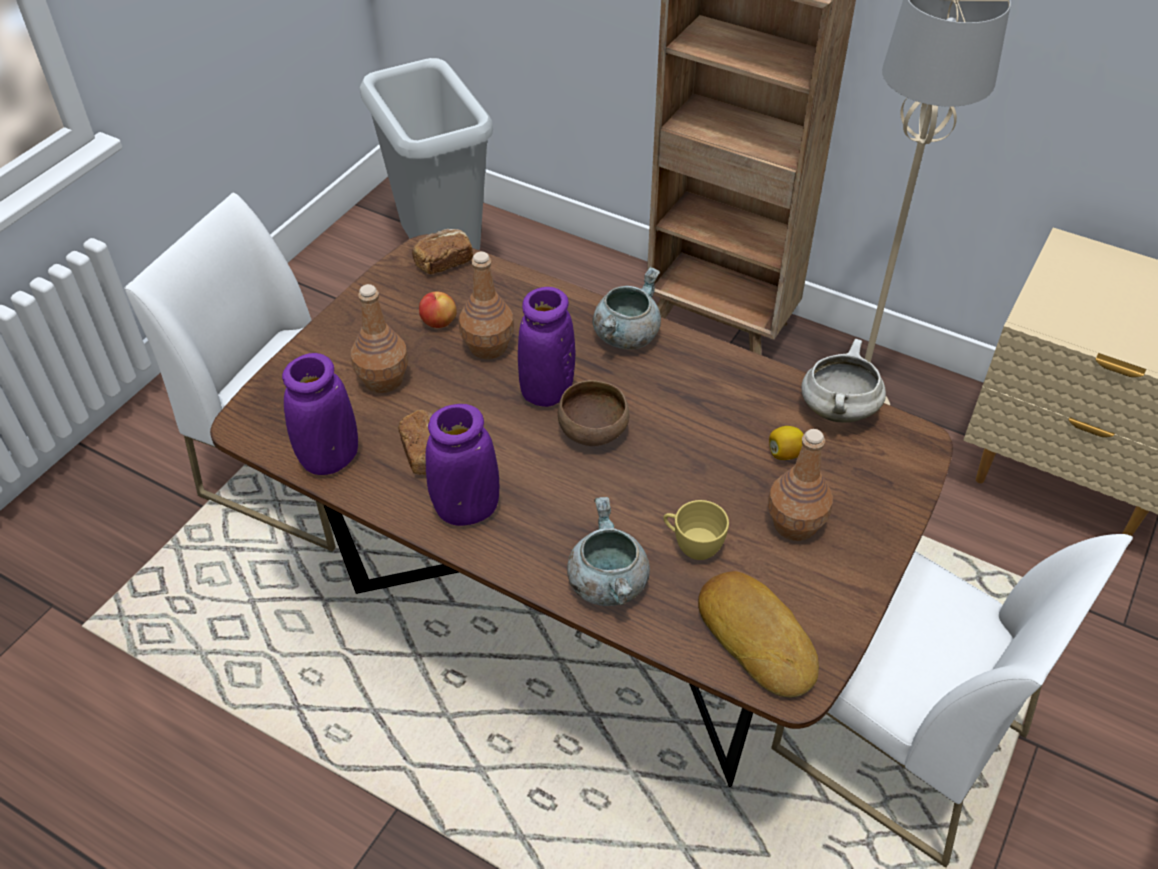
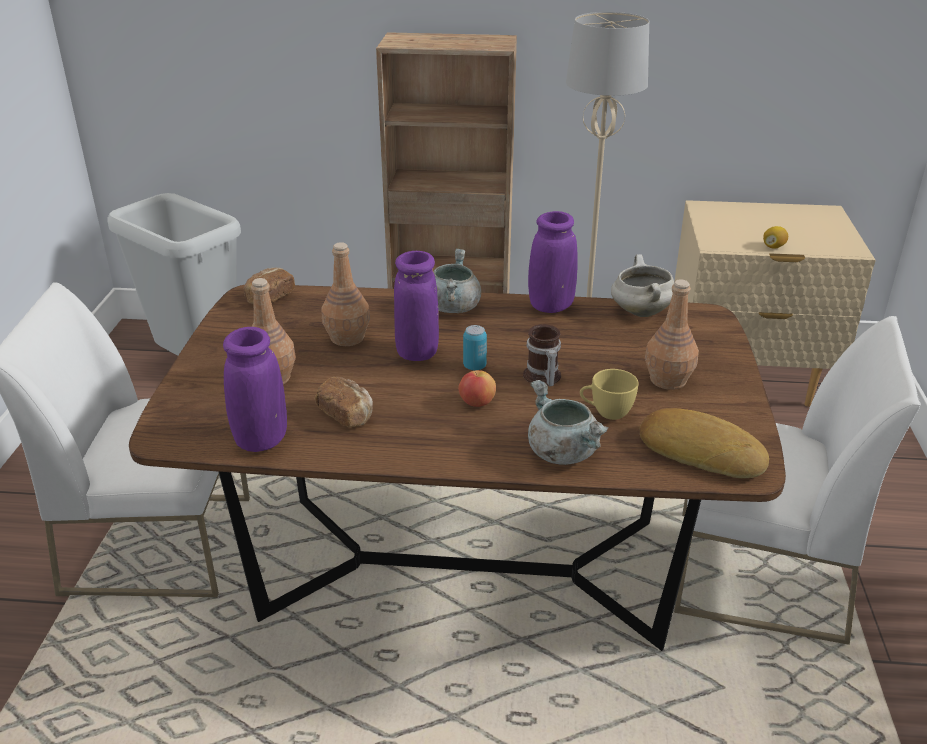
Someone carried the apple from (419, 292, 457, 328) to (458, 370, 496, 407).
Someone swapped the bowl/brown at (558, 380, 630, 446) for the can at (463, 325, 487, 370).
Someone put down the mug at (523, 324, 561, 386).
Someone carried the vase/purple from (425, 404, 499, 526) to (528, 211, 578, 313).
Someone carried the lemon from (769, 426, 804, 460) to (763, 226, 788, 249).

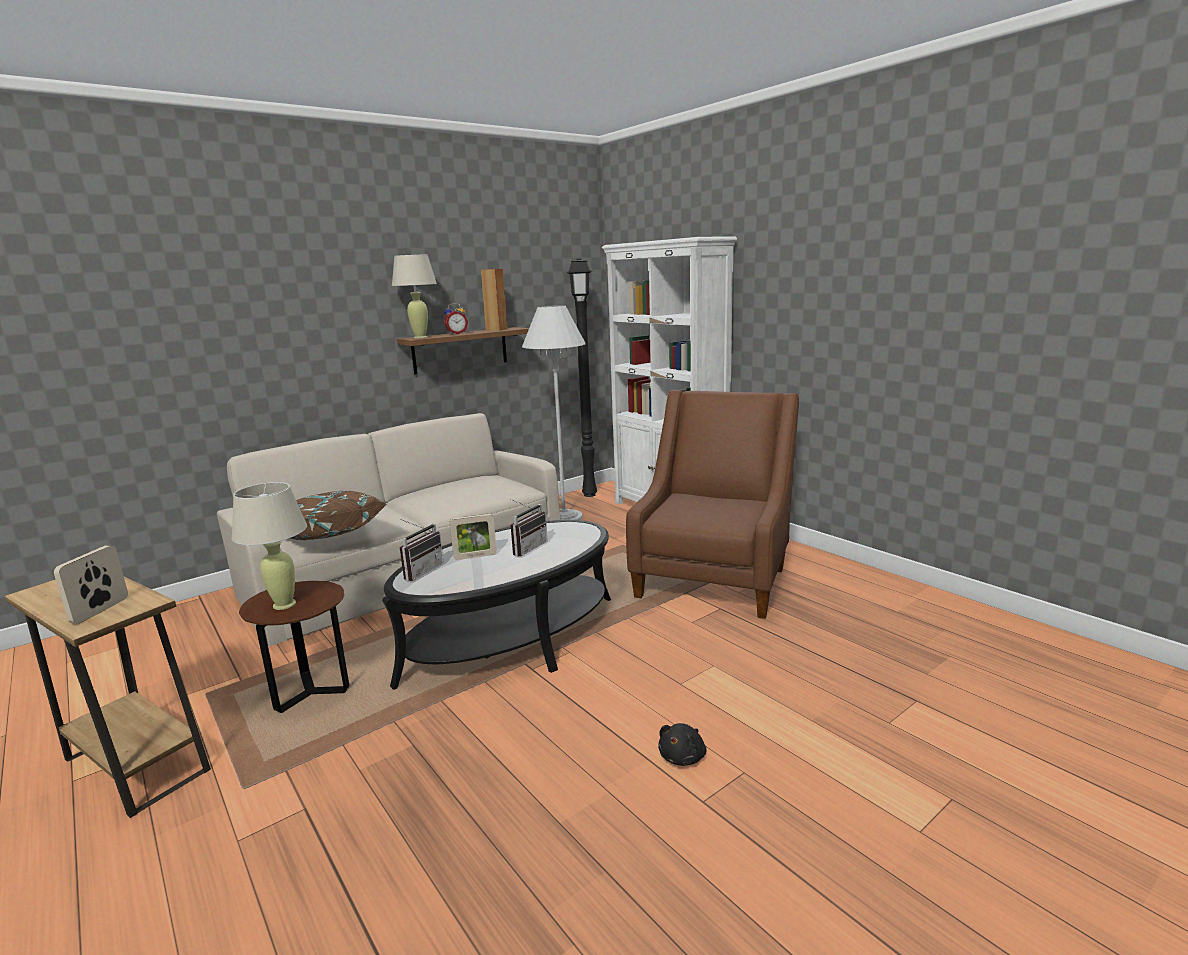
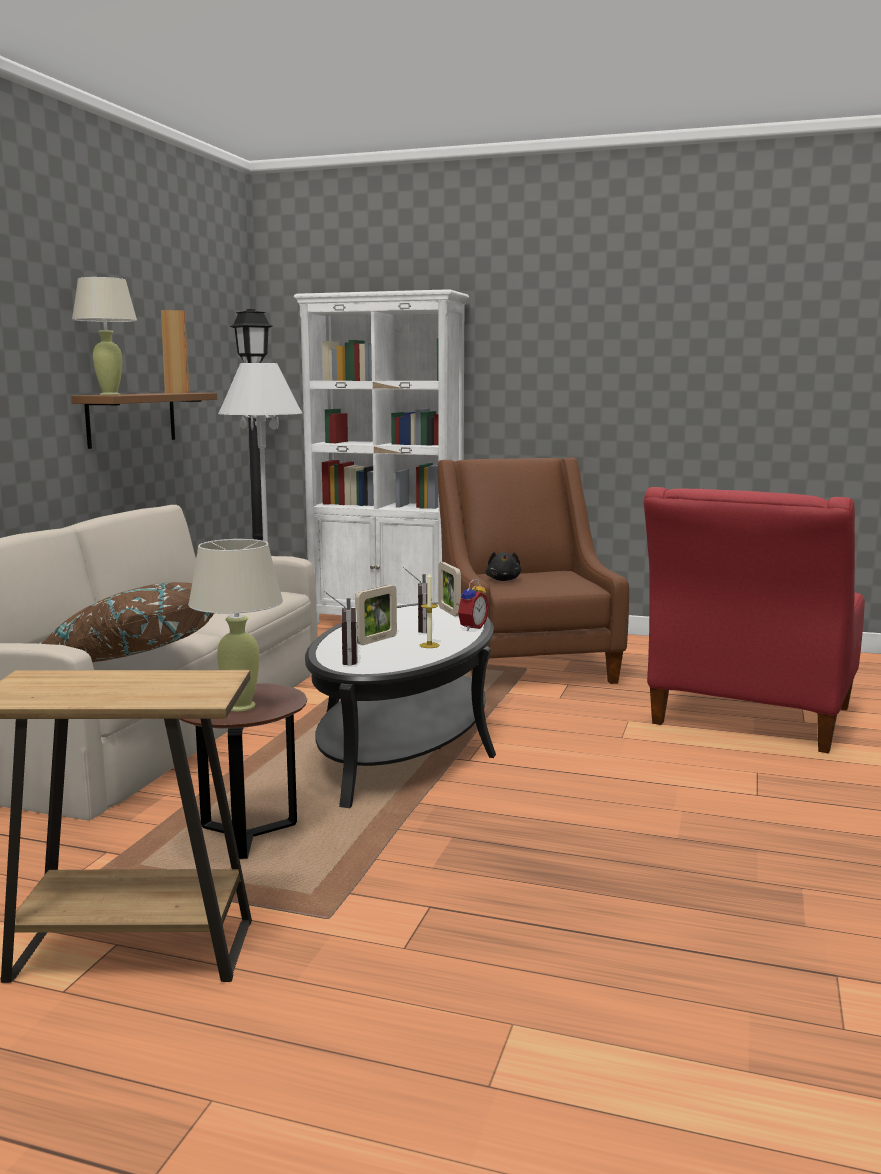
Someone put down the candle at (420, 573, 440, 648).
Someone carried the picture frame from (54, 545, 128, 624) to (439, 562, 461, 616).
Someone carried the alarm clock from (444, 303, 468, 334) to (457, 579, 489, 631).
Someone carried the plush toy/black from (658, 723, 706, 766) to (486, 552, 521, 581).
Someone put down the armchair/red at (644, 487, 865, 753).

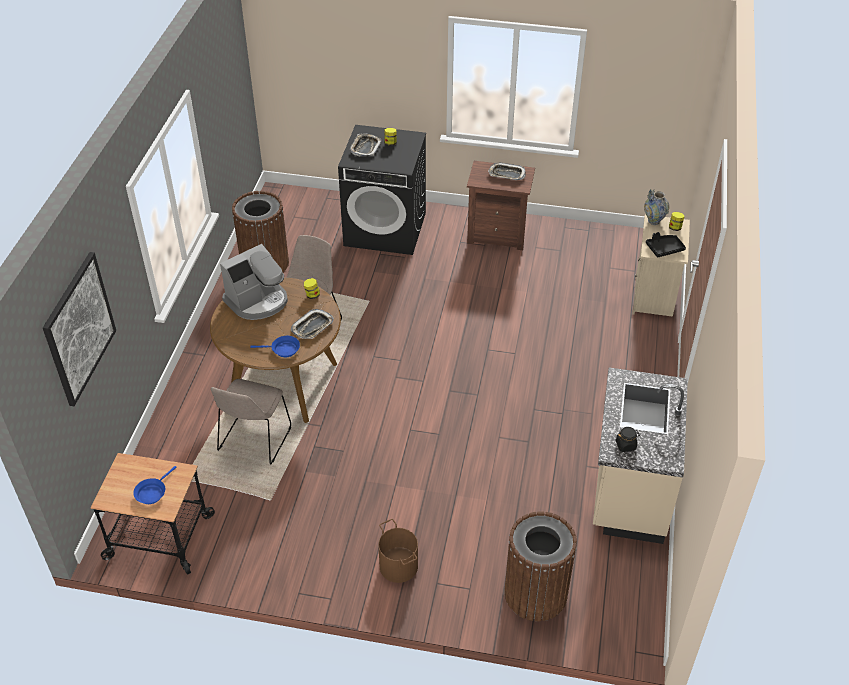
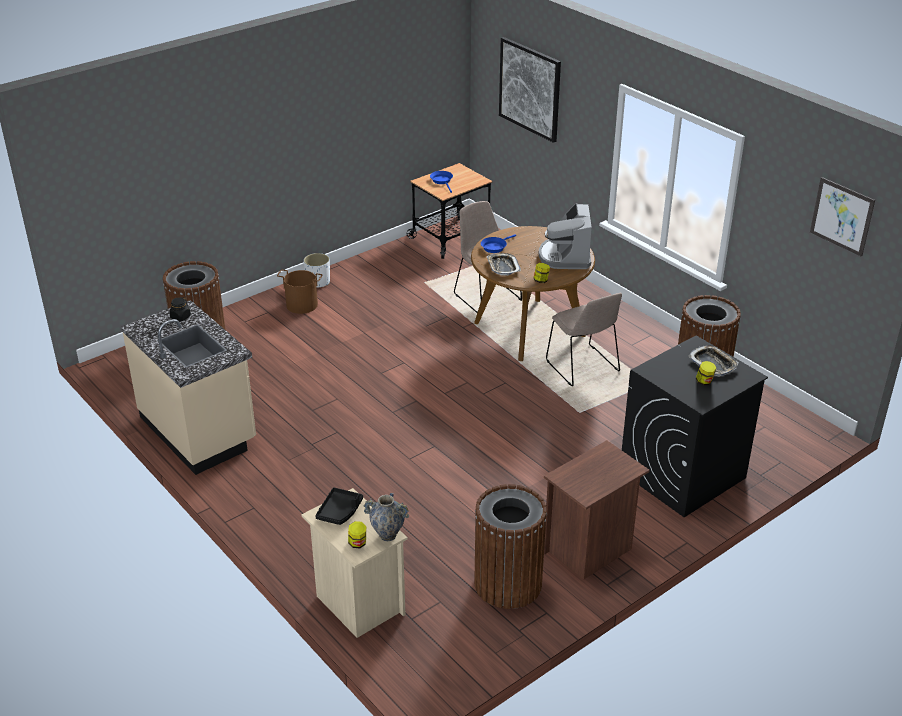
Someone put down the planter/white at (303, 253, 330, 288).
Someone put down the trash can/brown at (474, 484, 547, 609).
Someone put up the picture at (810, 177, 875, 257).
Someone took away the tray at (488, 162, 526, 180).

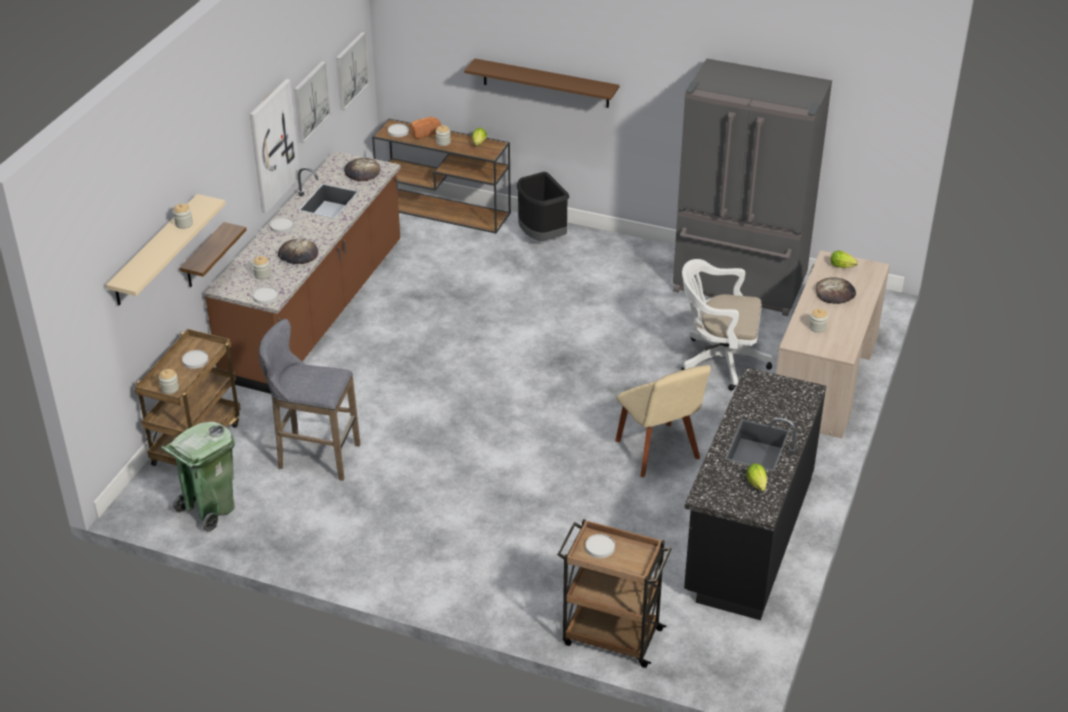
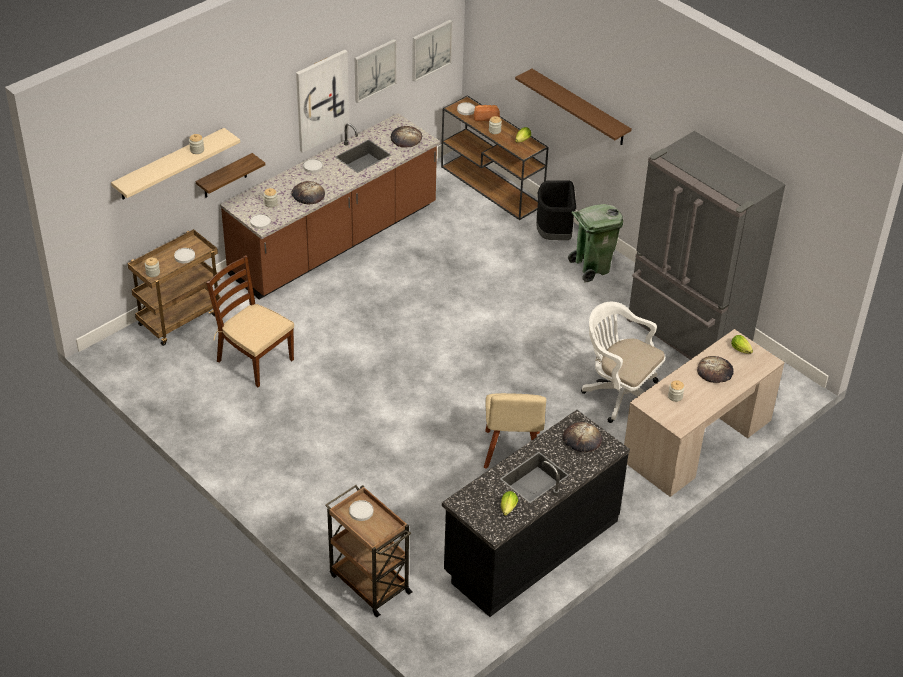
Someone swapped the stool/grey at (259, 319, 361, 481) for the chair/brown at (206, 255, 294, 387).
Someone put down the bread at (563, 422, 602, 452).
Someone carried the trash can/green from (161, 422, 235, 533) to (568, 204, 623, 282).

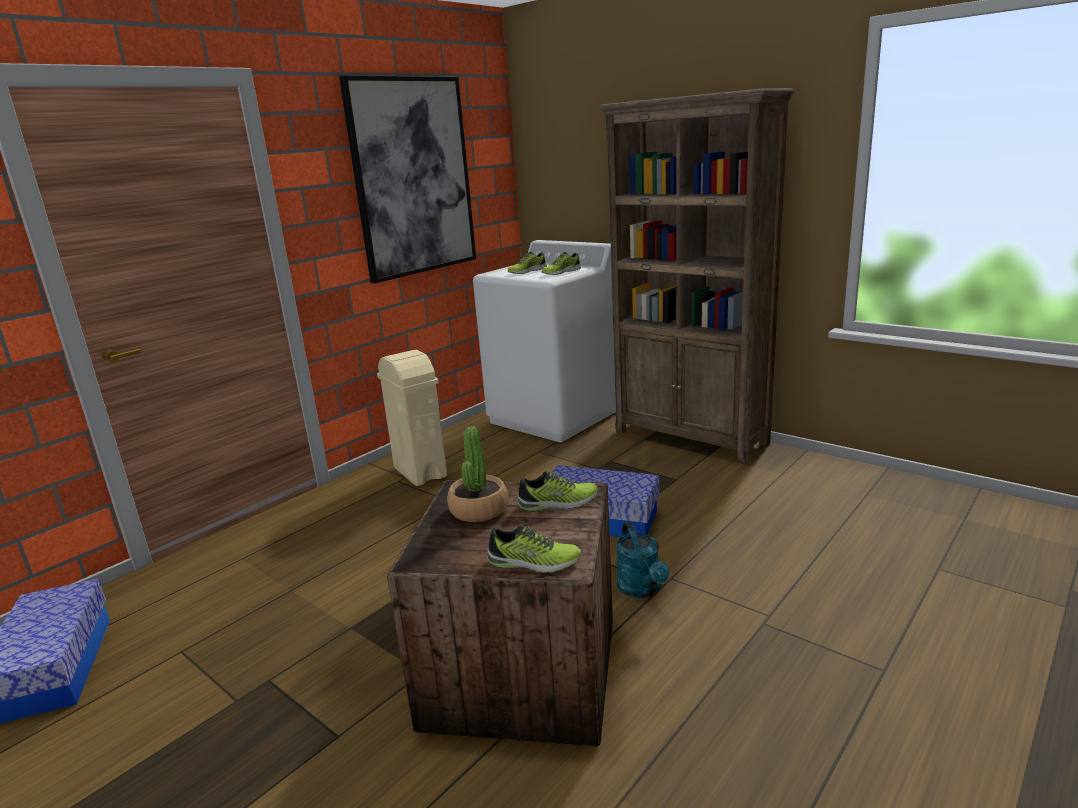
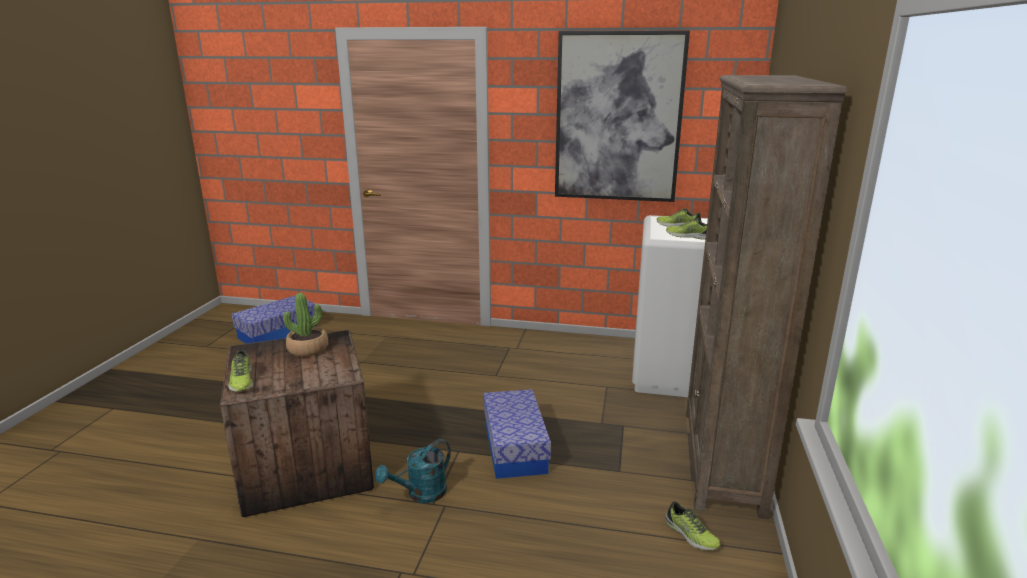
Someone carried the shoe from (517, 471, 598, 512) to (665, 502, 721, 550).
Someone took away the trash can/beige at (377, 350, 447, 486).

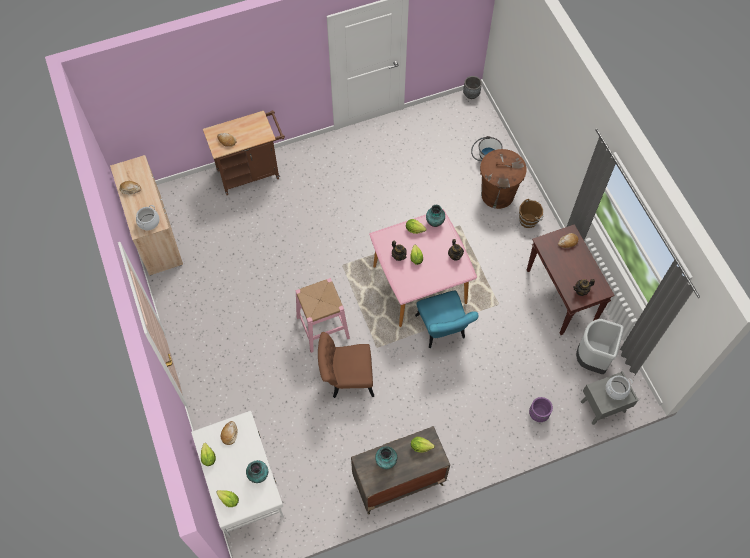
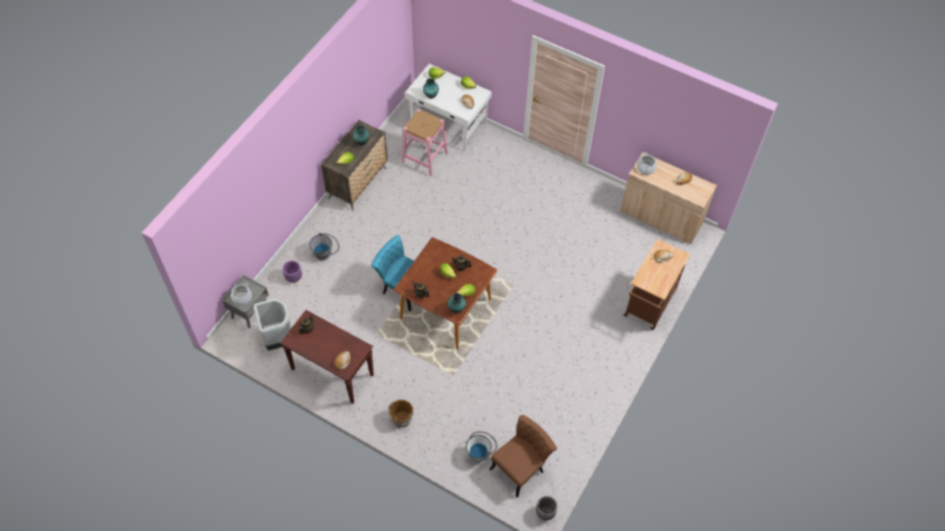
Someone put down the bucket/grey at (309, 233, 339, 260).
Someone repainted the dining table/pink at (369, 209, 477, 327), which became the dining table/brown at (393, 237, 497, 349).
Someone carried the stool/pink from (296, 278, 350, 353) to (402, 109, 448, 176).
Someone carried the chair/brown from (318, 332, 374, 398) to (489, 415, 557, 498).
Someone took away the trash can/brown at (480, 149, 527, 209).

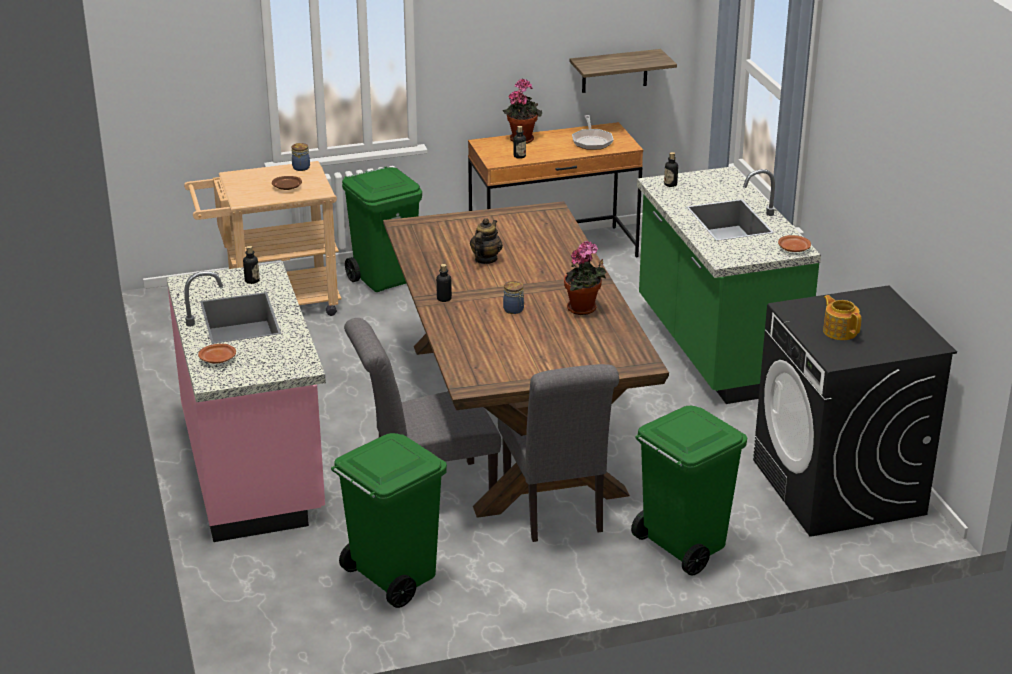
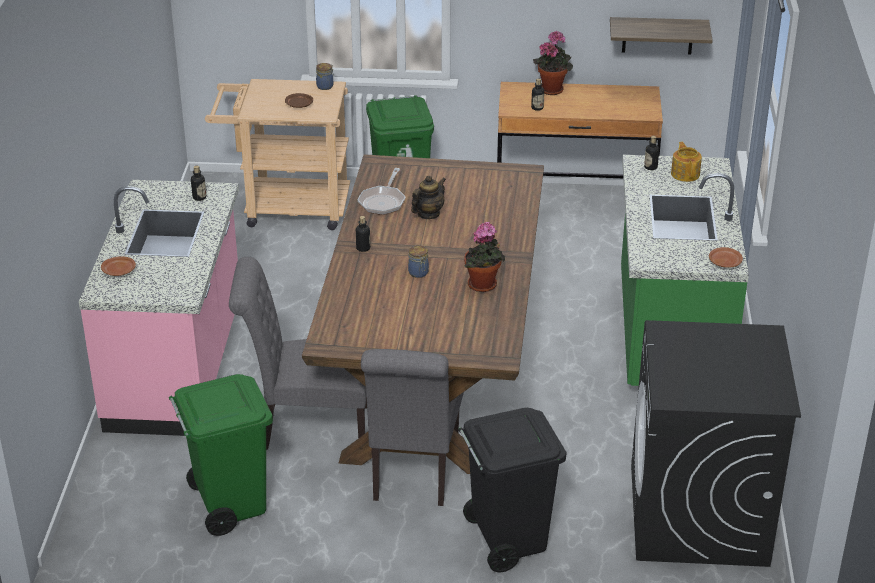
Someone carried the frying pan from (572, 115, 613, 150) to (357, 168, 406, 215).
Someone repainted the trash can/green at (631, 406, 747, 576), which became the trash can/black at (458, 408, 567, 572).
Someone carried the teapot from (823, 295, 861, 340) to (671, 142, 702, 182).

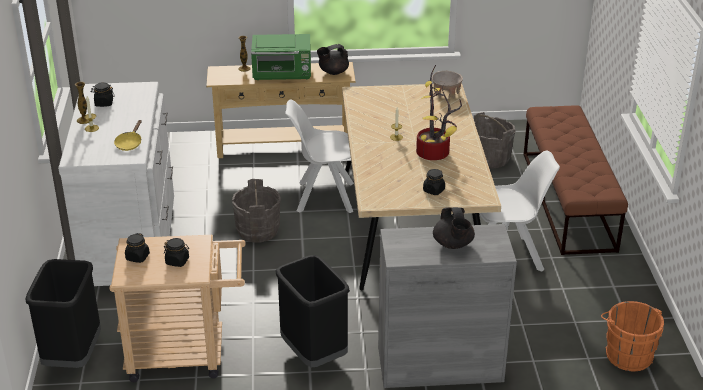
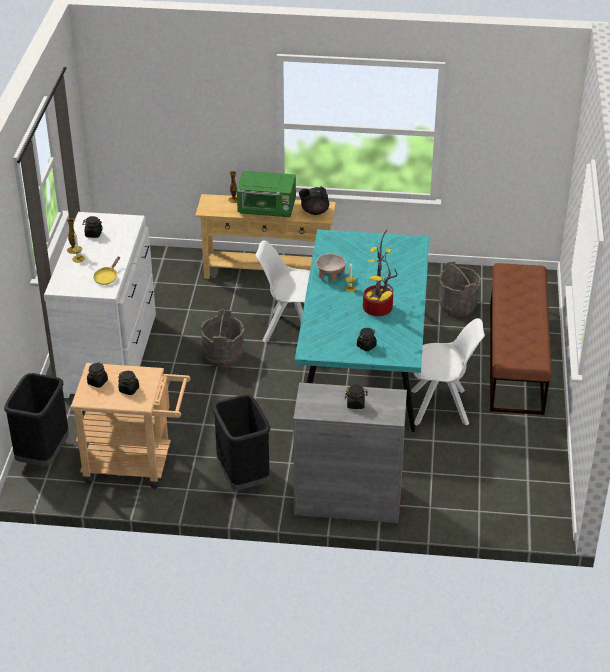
Someone repainted the dining table/beige at (342, 83, 501, 290), which became the dining table/turquoise at (295, 229, 429, 432).
Someone carried the bowl/beige from (432, 71, 463, 99) to (316, 253, 346, 282).
Someone swapped the teapot/black at (433, 207, 475, 249) for the jar/black at (345, 384, 368, 409).
Someone took away the bucket/orange at (601, 301, 664, 371).

